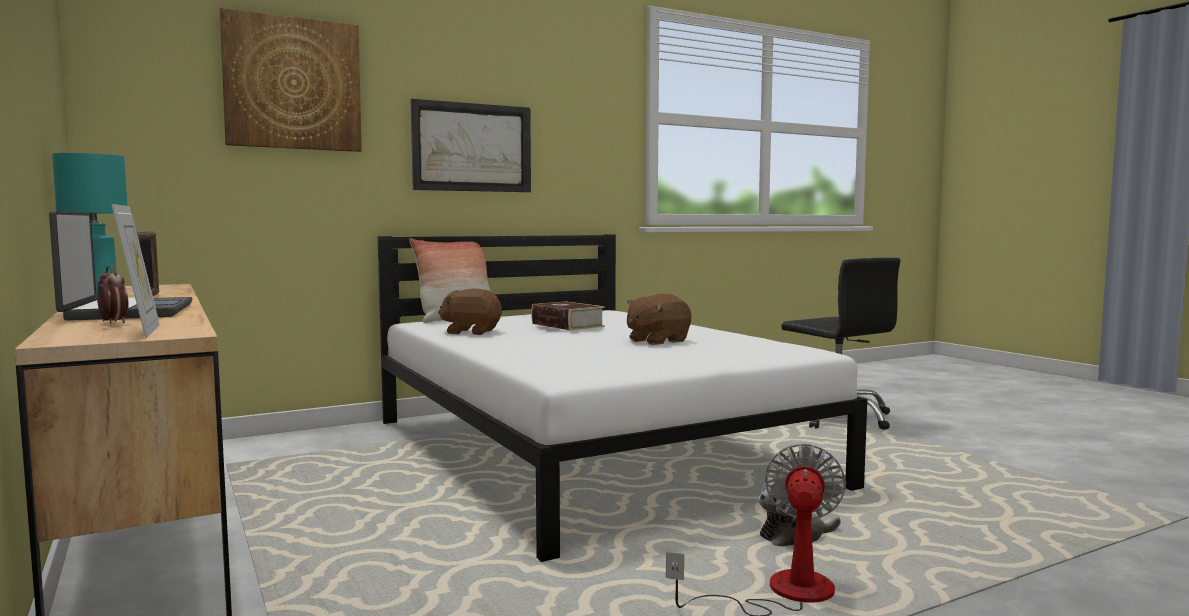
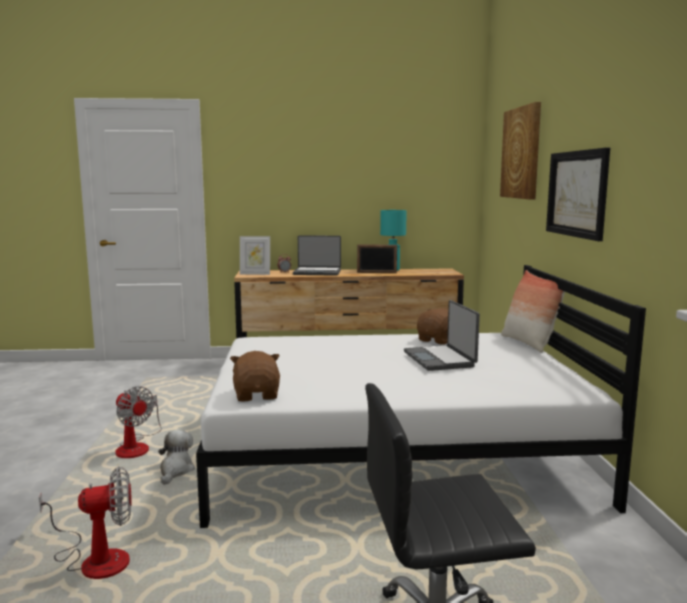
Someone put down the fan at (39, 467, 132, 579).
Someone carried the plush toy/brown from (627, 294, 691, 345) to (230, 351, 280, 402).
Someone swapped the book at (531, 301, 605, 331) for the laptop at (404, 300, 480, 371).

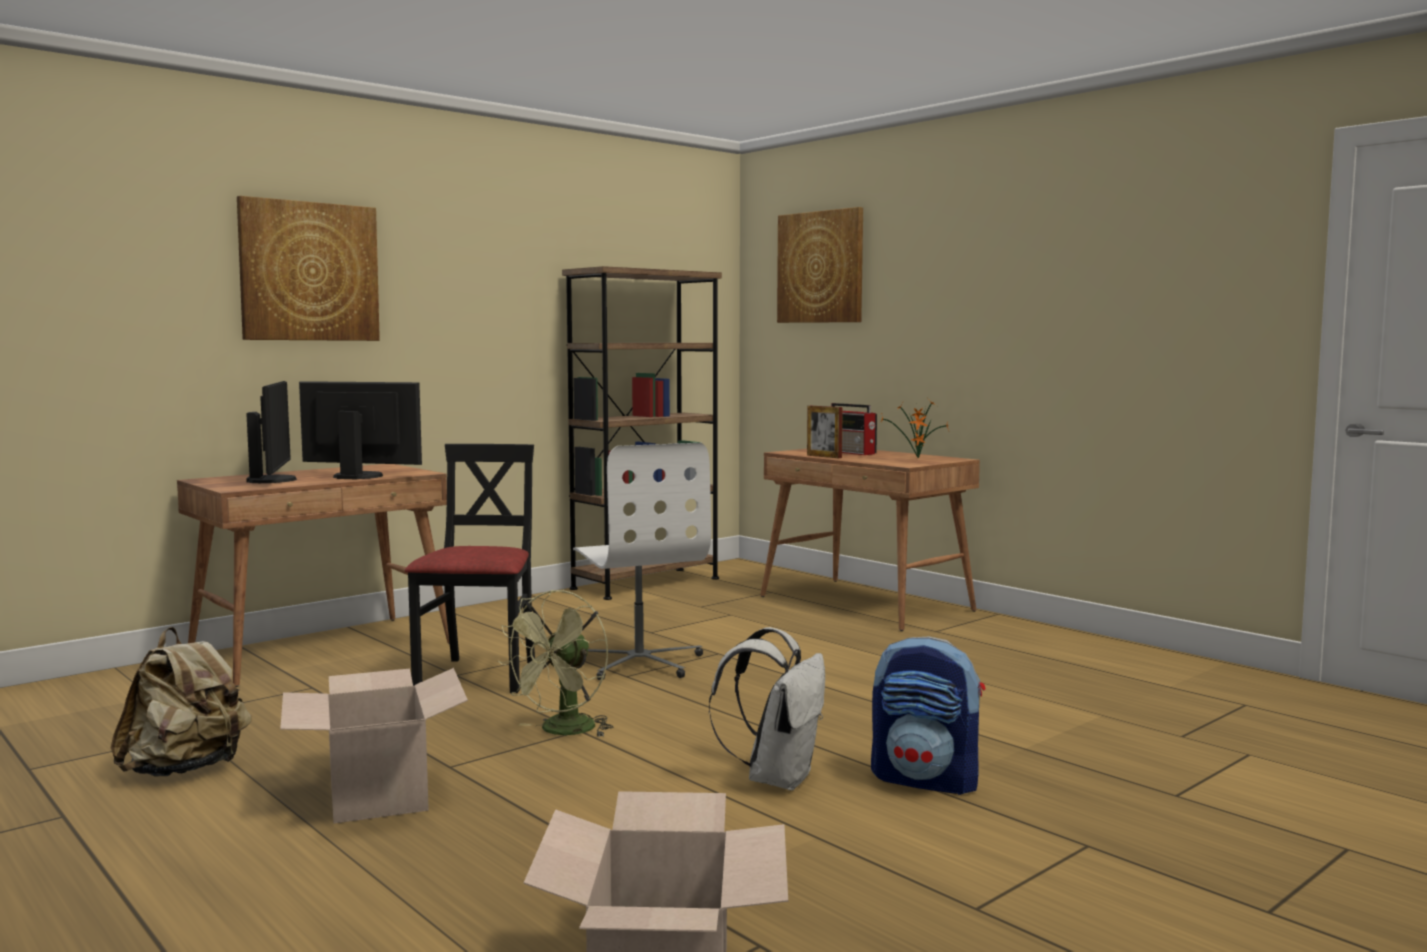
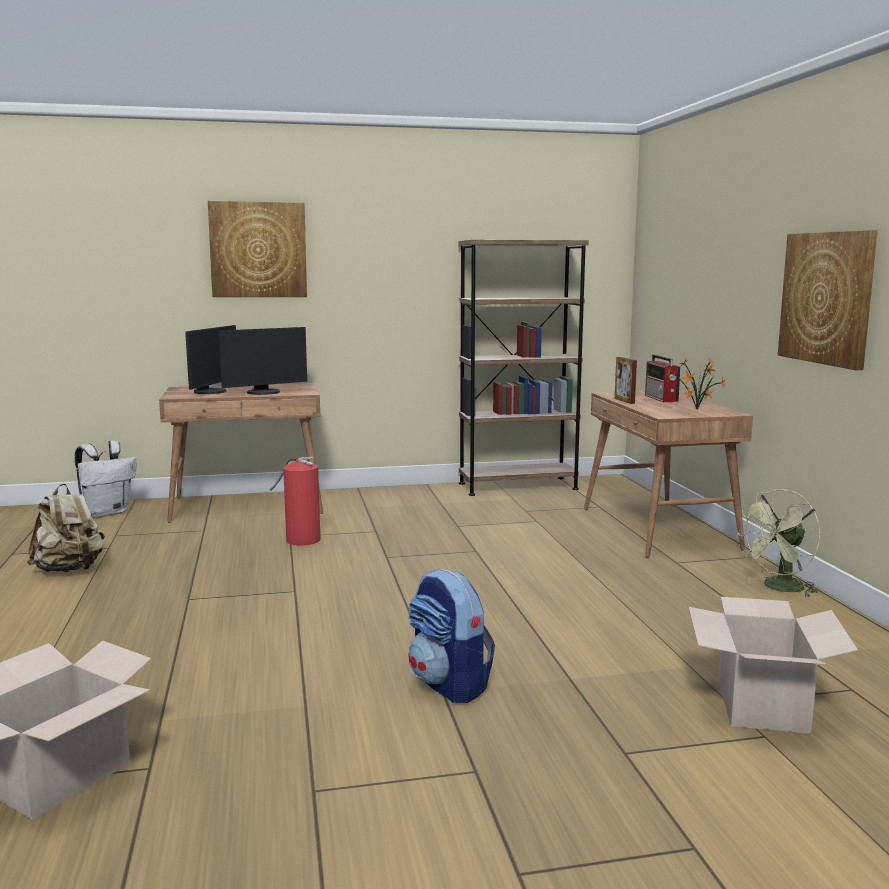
Someone carried the backpack/white from (709, 627, 825, 790) to (75, 441, 136, 517).
Someone rotated the monitor at (299, 381, 422, 479) by 105 degrees clockwise.
Someone swapped the chair/black at (405, 444, 535, 693) for the fire extinguisher at (270, 457, 320, 546).
Someone carried the cardboard box from (280, 668, 468, 824) to (689, 597, 858, 734).
Someone carried the fan/green from (498, 590, 614, 737) to (738, 489, 820, 597).
Someone carried the picture from (777, 207, 863, 323) to (778, 230, 878, 370).
Someone took away the office chair/white at (573, 443, 711, 680).

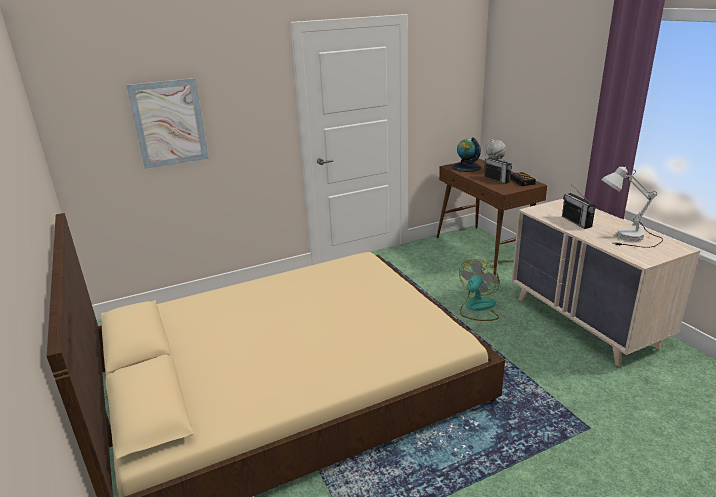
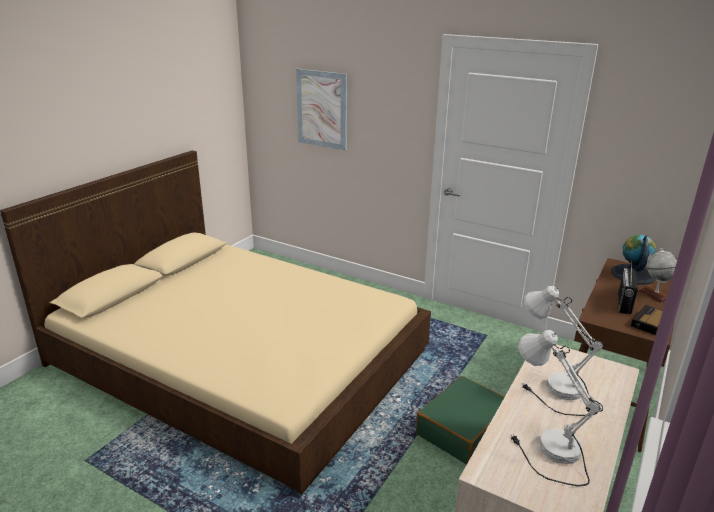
Someone swapped the fan at (459, 259, 499, 321) for the suitcase/green at (416, 376, 504, 465).
Someone swapped the radio at (562, 185, 596, 229) for the table lamp/white at (521, 286, 605, 416).

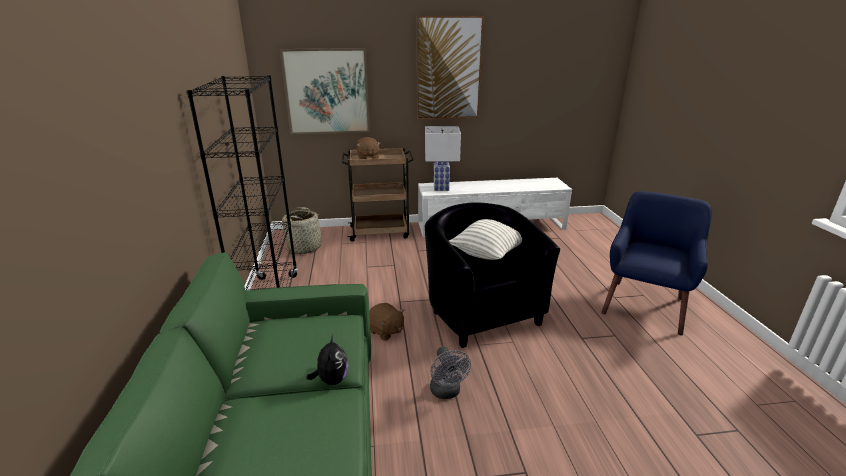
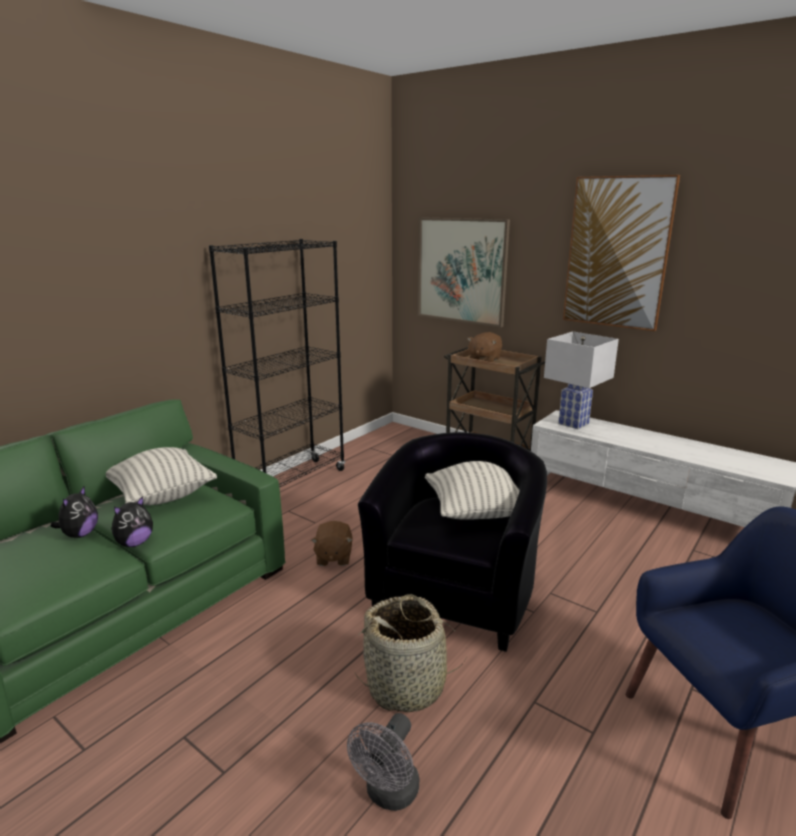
Someone put down the plush toy at (51, 485, 98, 538).
Someone put down the pillow at (106, 447, 217, 505).
Someone carried the fan/grey from (430, 346, 471, 399) to (347, 713, 419, 811).
Someone carried the basket from (282, 207, 325, 254) to (354, 594, 467, 712).

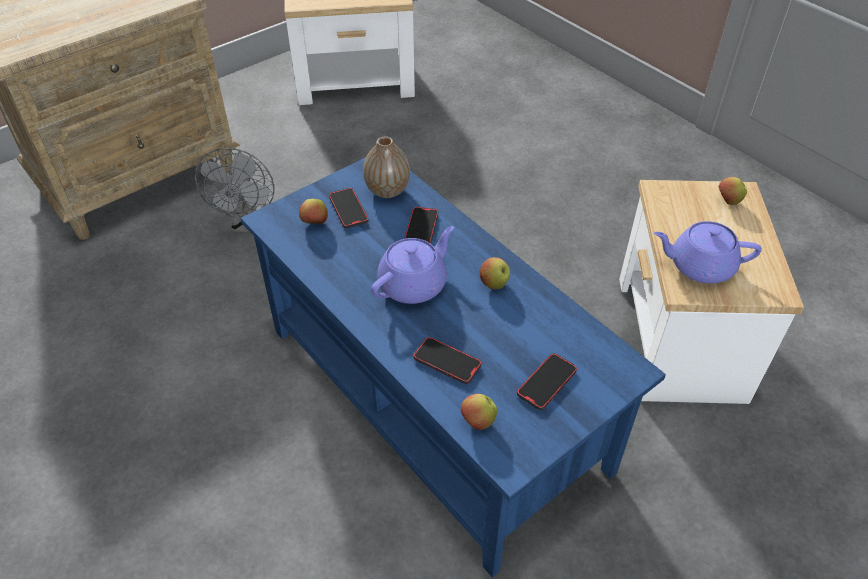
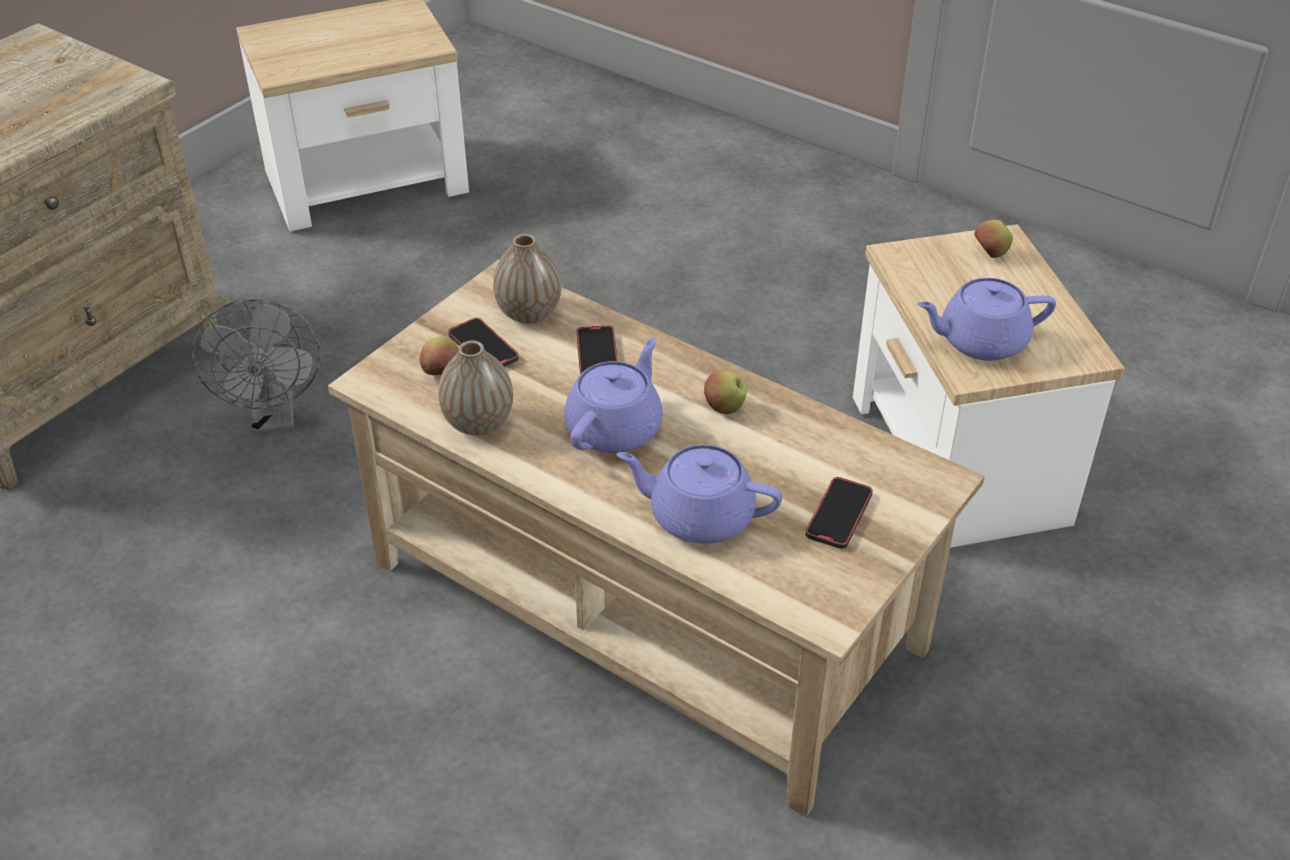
Someone repainted the coffee table/blue at (241, 157, 666, 578), which became the coffee table/beige at (328, 259, 985, 817).
Someone put down the vase at (438, 340, 513, 436).
Someone swapped the phone at (414, 337, 481, 384) for the teapot/purple at (617, 445, 782, 544).
Someone took away the apple at (460, 394, 497, 430).

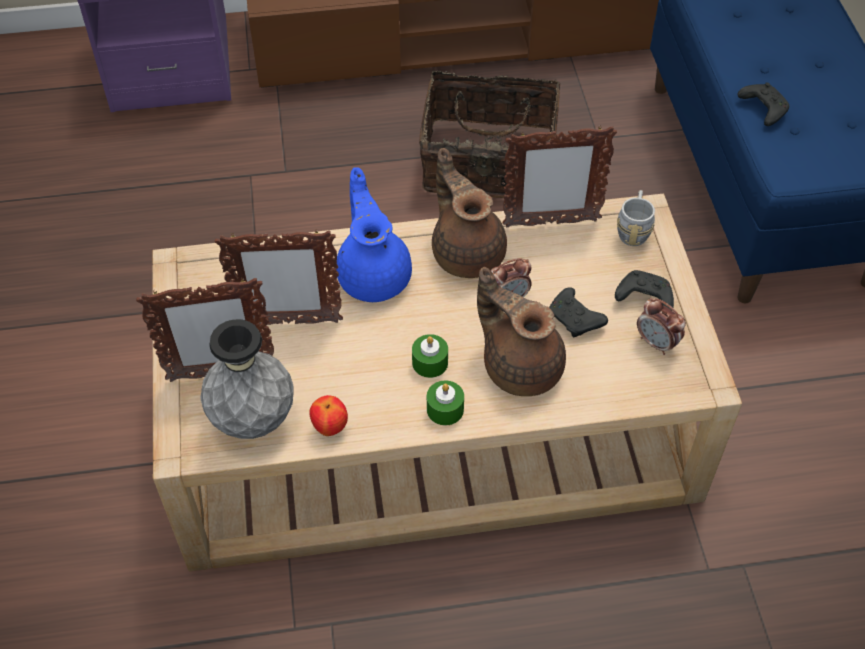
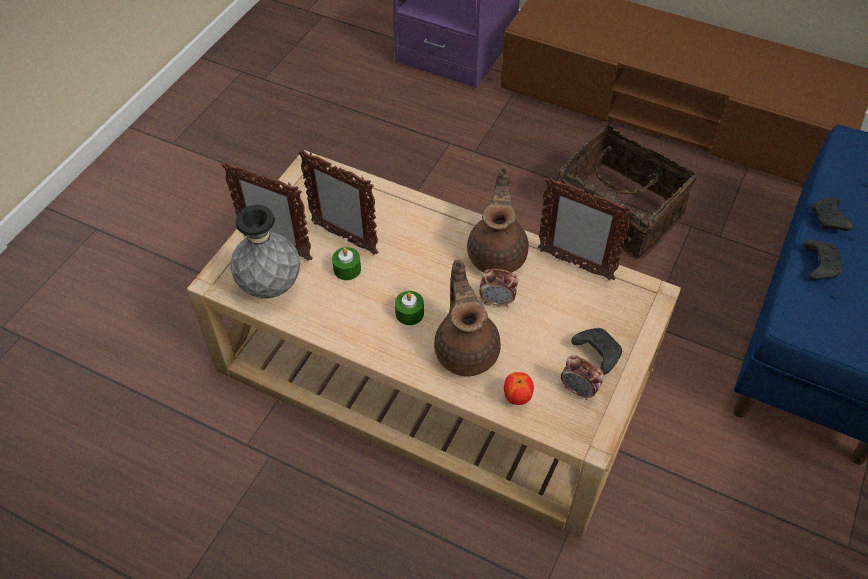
Someone carried the candle/green from (427, 380, 464, 426) to (332, 247, 361, 280).
Someone carried the apple from (309, 395, 348, 436) to (504, 372, 534, 405).
Someone rotated the alarm clock at (637, 298, 686, 355) by 45 degrees counterclockwise.
Someone carried the game controller/black from (549, 287, 608, 337) to (812, 197, 854, 231).
Someone took away the teapot/blue at (336, 167, 412, 302).
Someone took away the mug/grey at (617, 190, 655, 246).

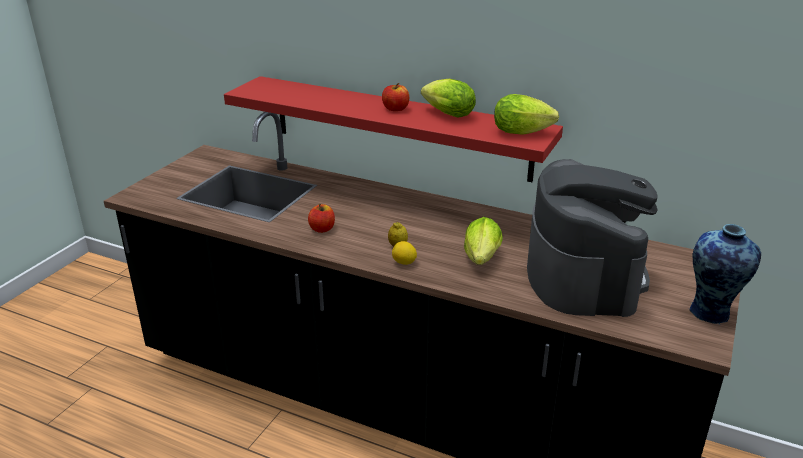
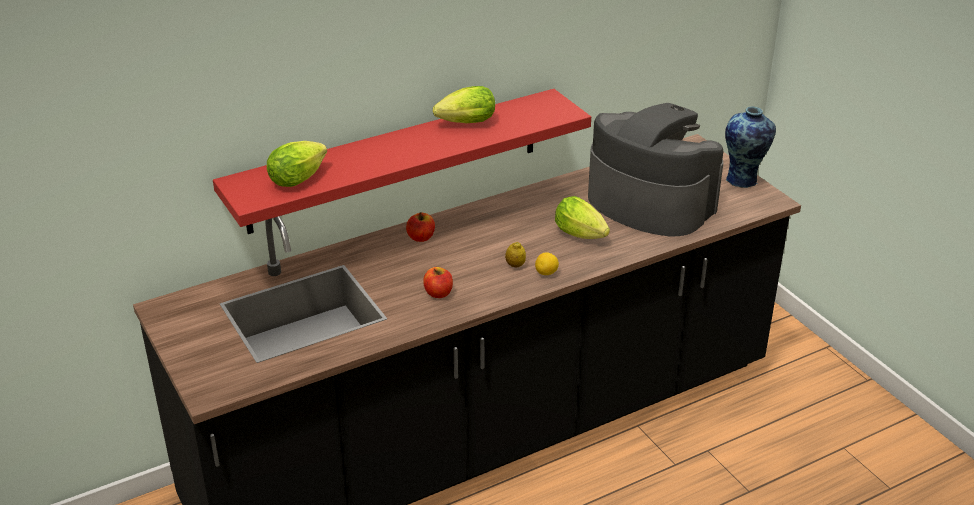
Someone carried the lettuce from (494, 94, 559, 135) to (267, 141, 327, 187).
Someone carried the apple from (382, 83, 409, 111) to (406, 212, 435, 242).

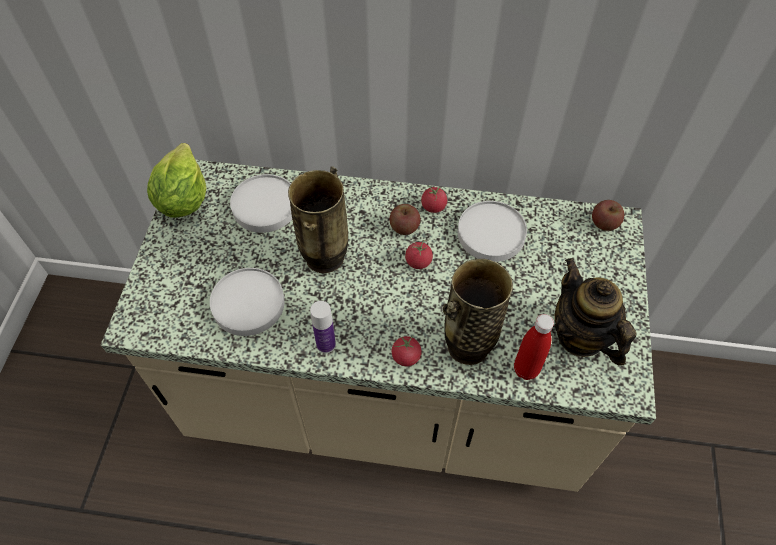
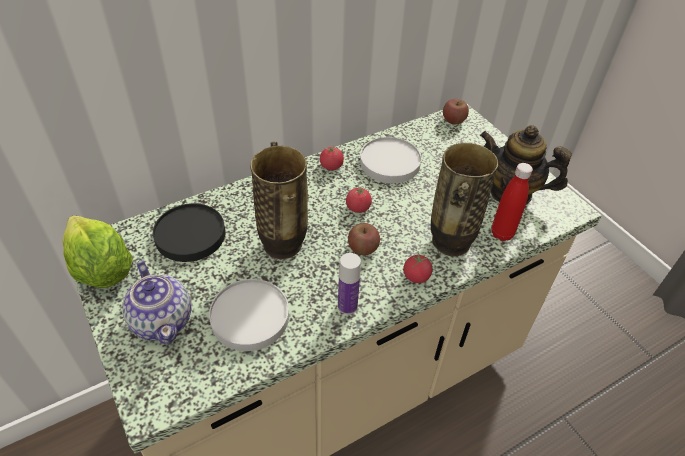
Someone put down the teapot at (122, 260, 192, 345).
Someone repainted the plate/white at (230, 174, 292, 233), which became the plate/black at (153, 203, 225, 262).
Someone carried the apple from (389, 204, 420, 235) to (348, 223, 380, 255).

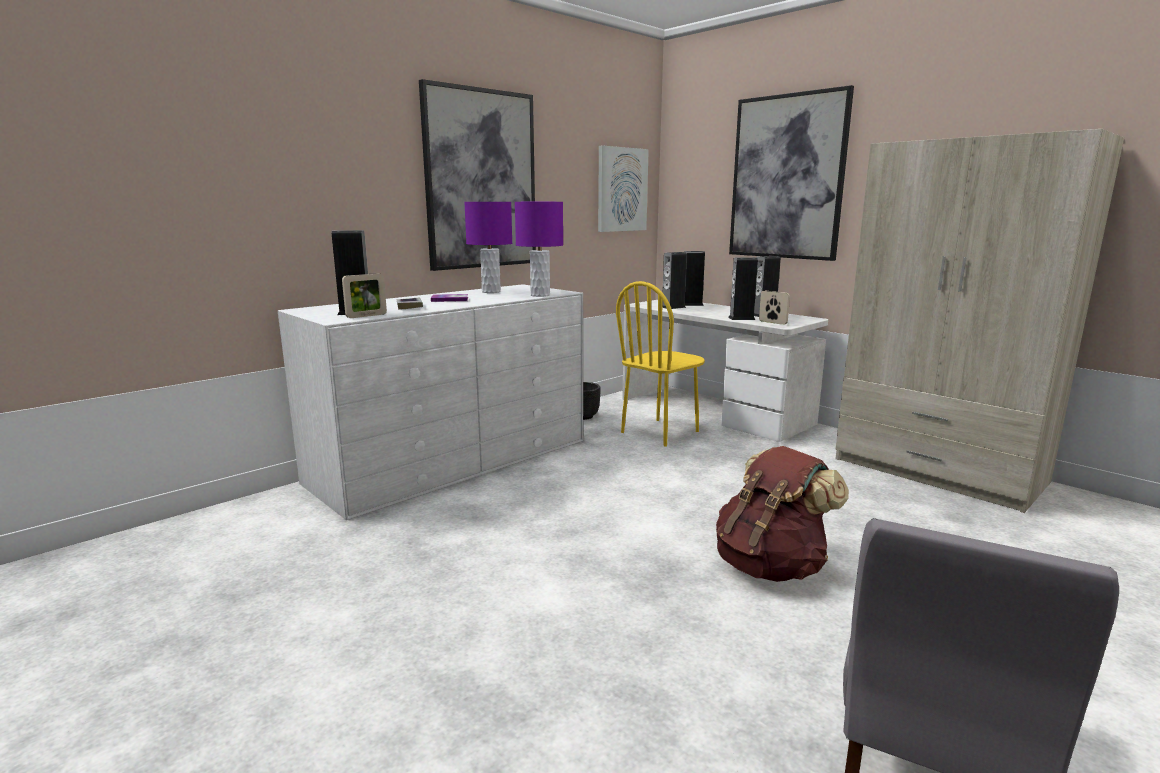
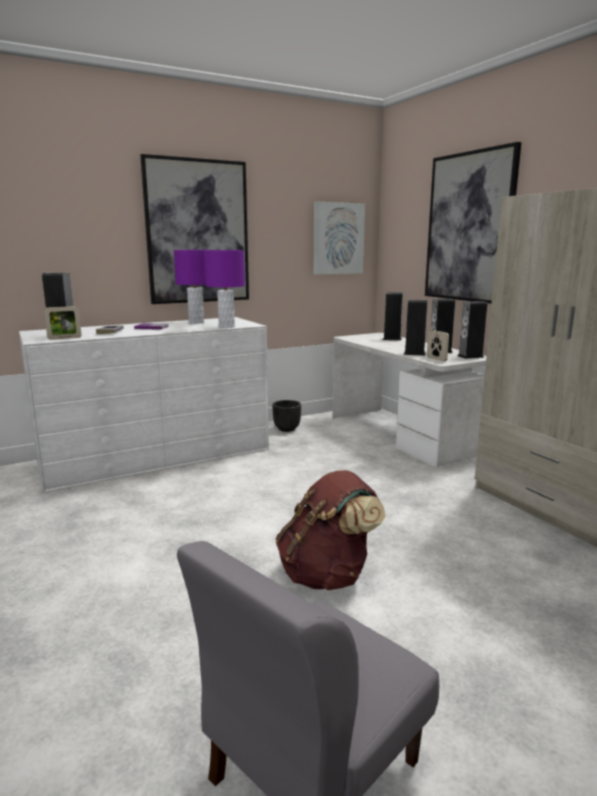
Someone carried the speaker from (662, 252, 687, 309) to (458, 301, 487, 359).
Someone took away the chair/yellow at (616, 281, 705, 447).

